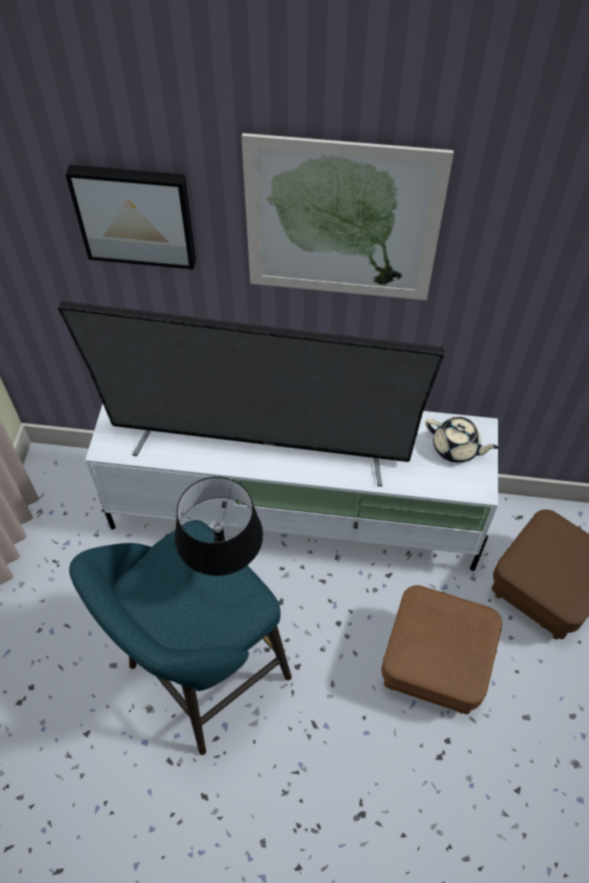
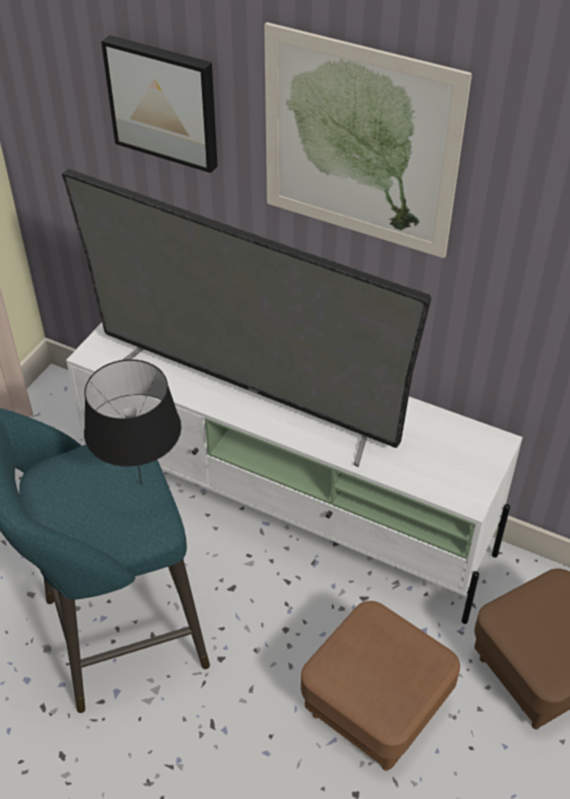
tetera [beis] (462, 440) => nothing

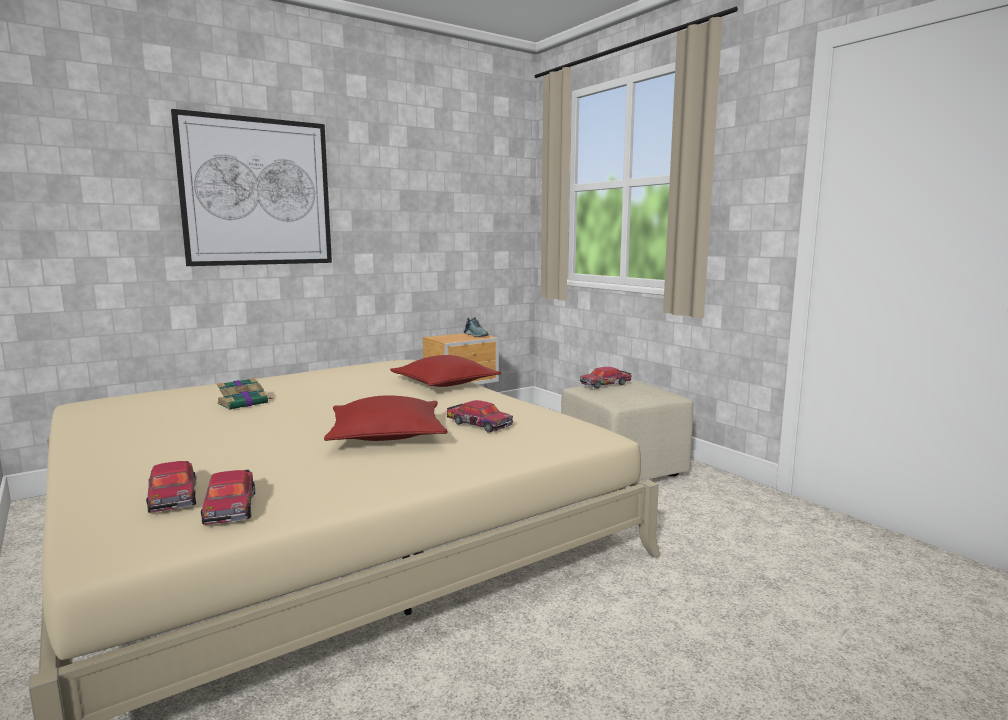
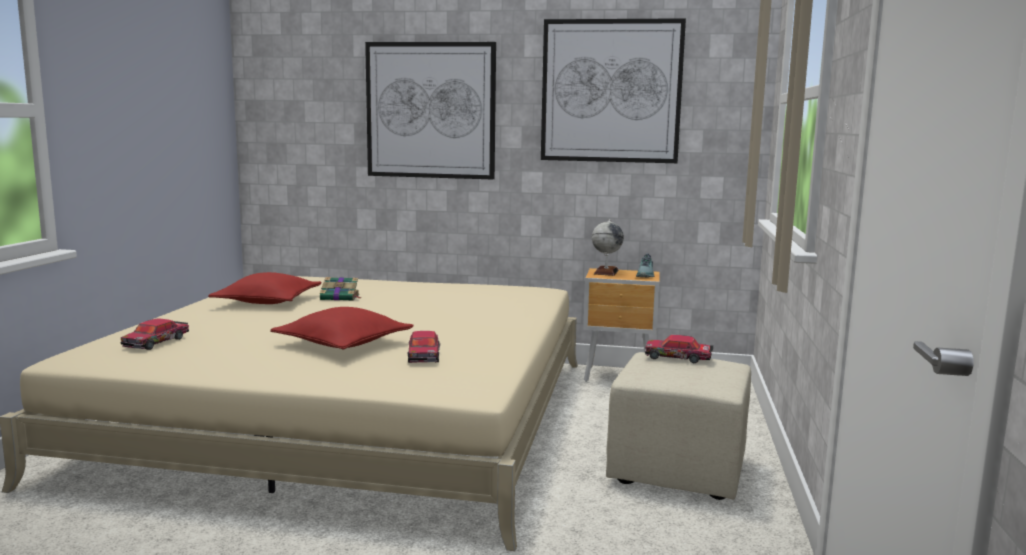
cojín [rojo] (445, 371) => cojín [rojo] (265, 288), shifted
coche de juguete (228, 497) => nothing
nothing => cuadro (613, 90)
nothing => globo terráqueo (608, 247)

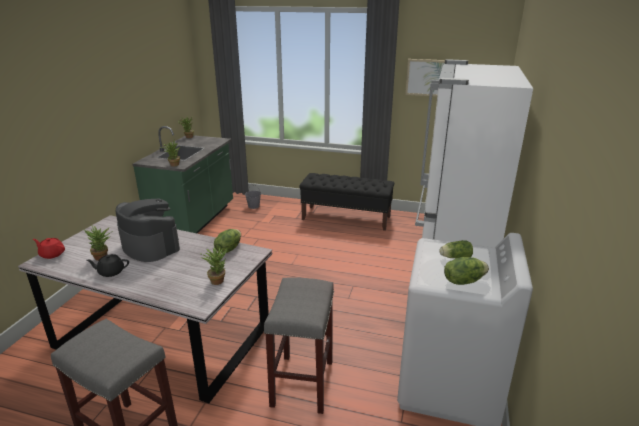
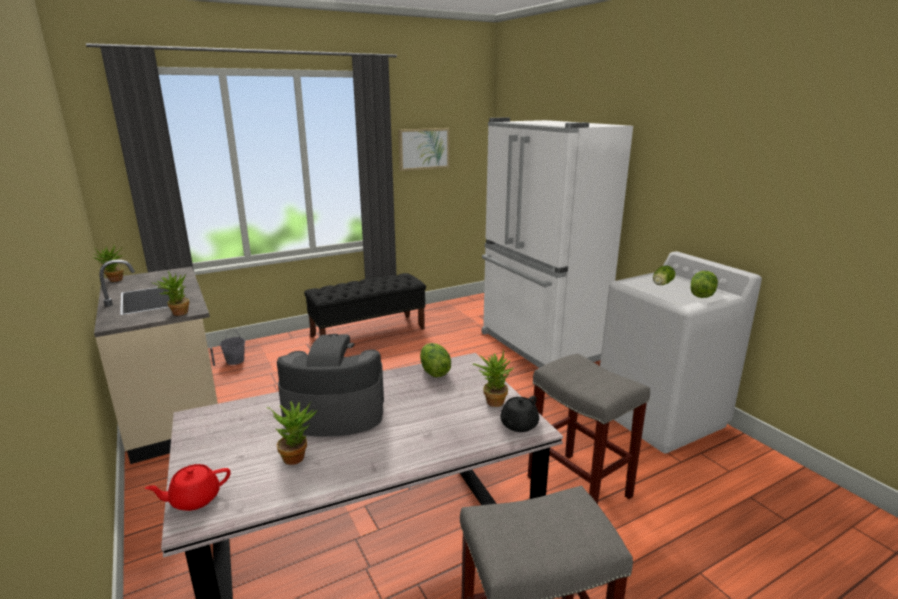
mueble bajo de cocina [verde] (182, 179) => mueble bajo de cocina [beis] (156, 362)
tetera [negro] (107, 265) => tetera [negro] (519, 414), shifted

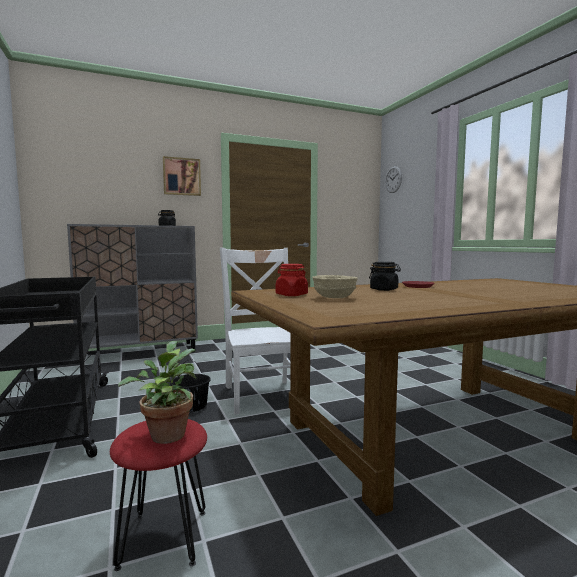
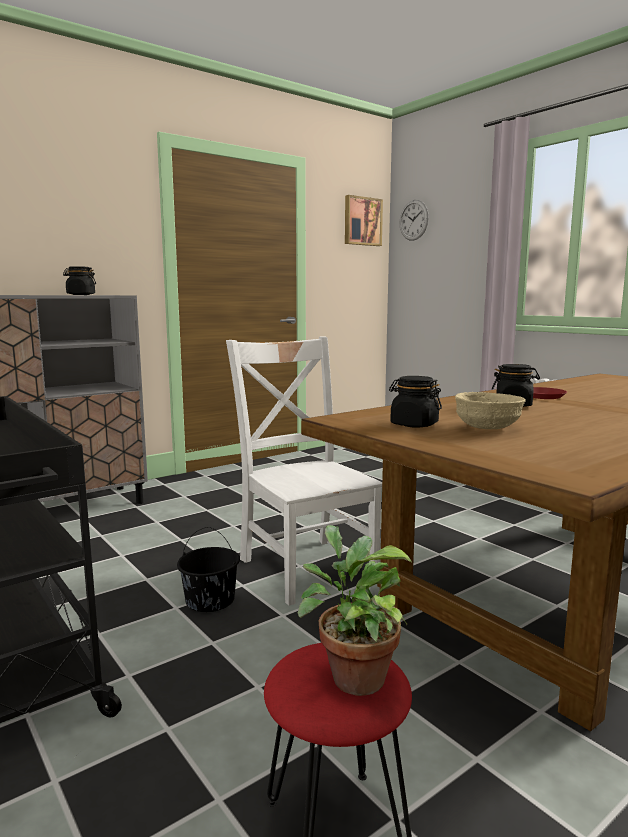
cuadro (182, 176) => cuadro (364, 220), shifted
tarro [rojo] (292, 280) => tarro [negro] (415, 402)

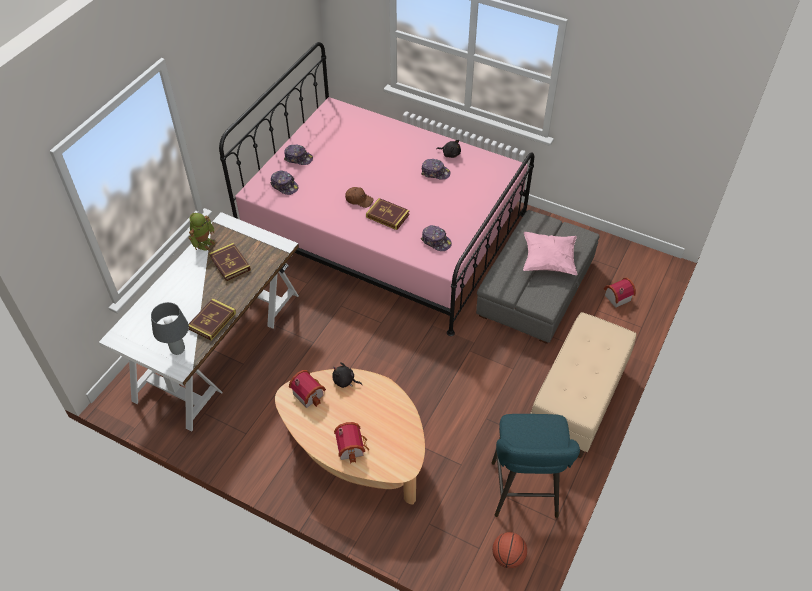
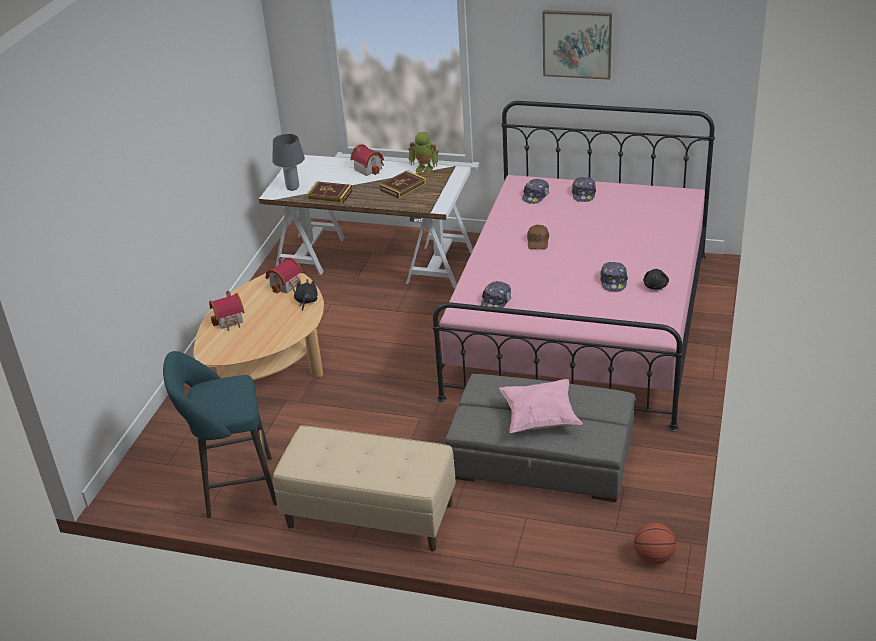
libro (388, 214) => nothing
casita (620, 293) => casita (367, 160), shifted
balón de baloncesto (509, 550) => balón de baloncesto (655, 543), shifted
nothing => cuadro (577, 45)

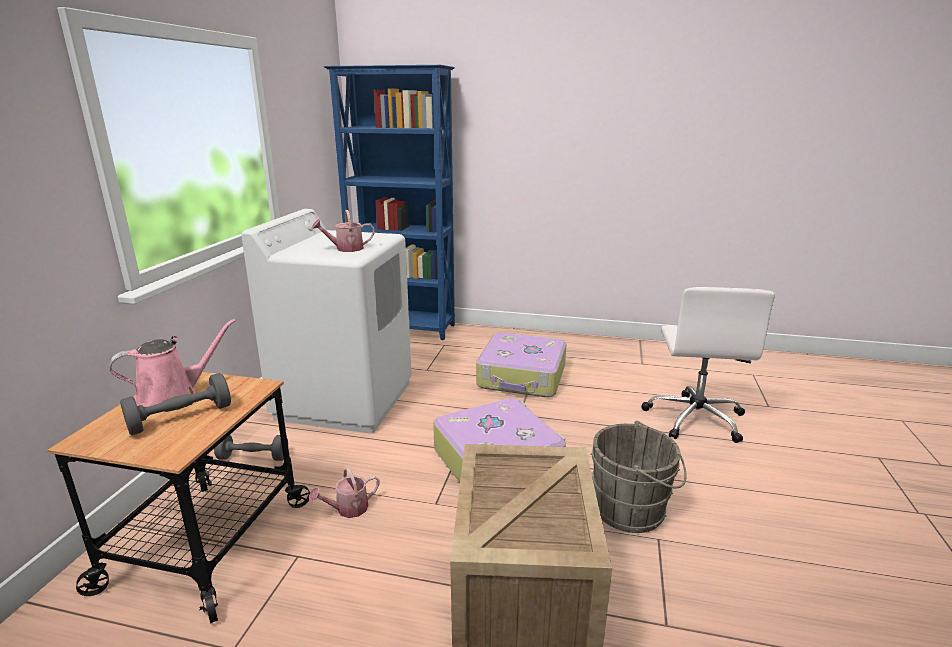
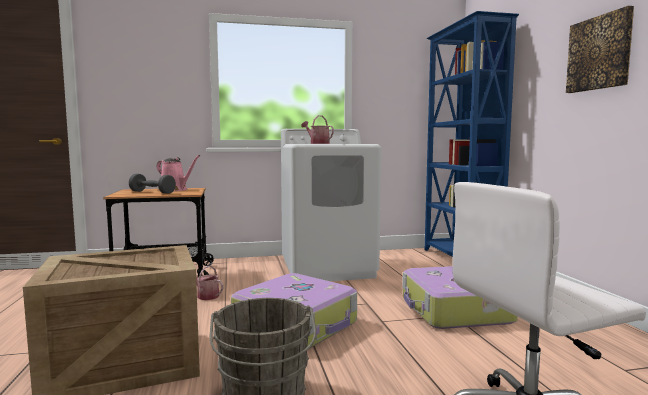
mancuerna [gris] (251, 448) => nothing
nothing => cuadro (600, 49)

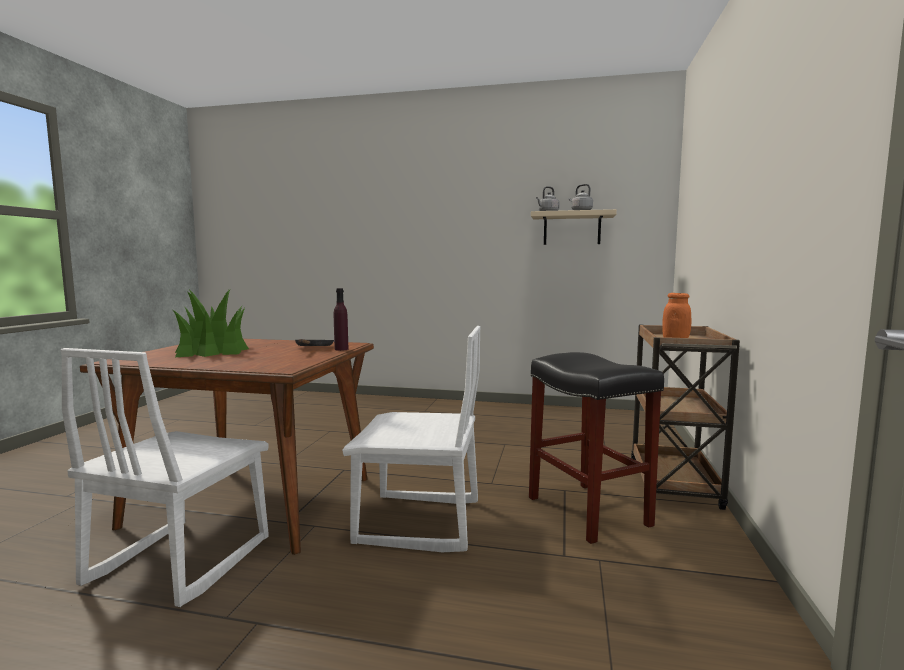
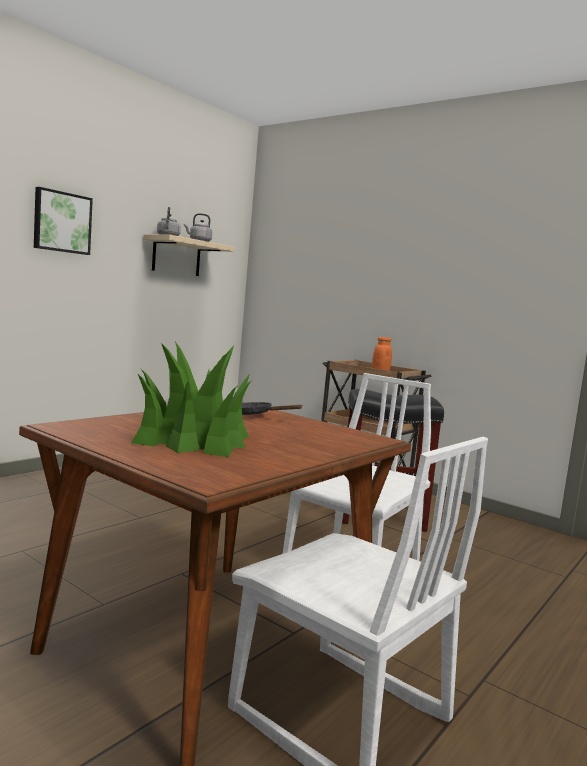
botella [morado] (341, 319) => nothing
nothing => cuadro (63, 221)

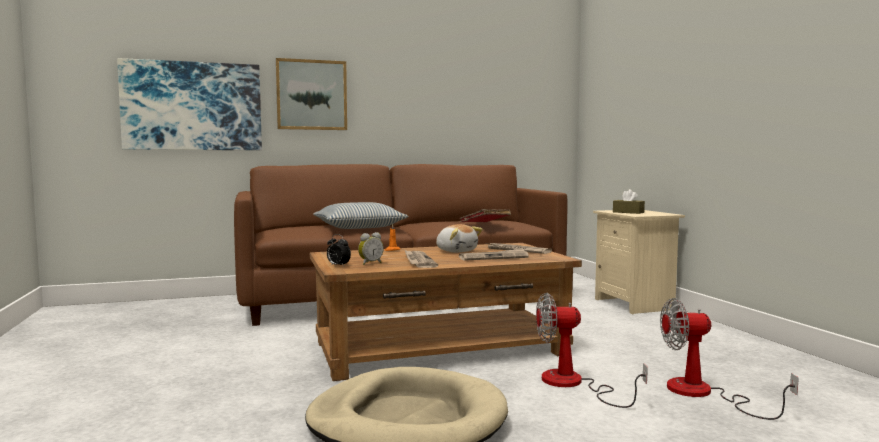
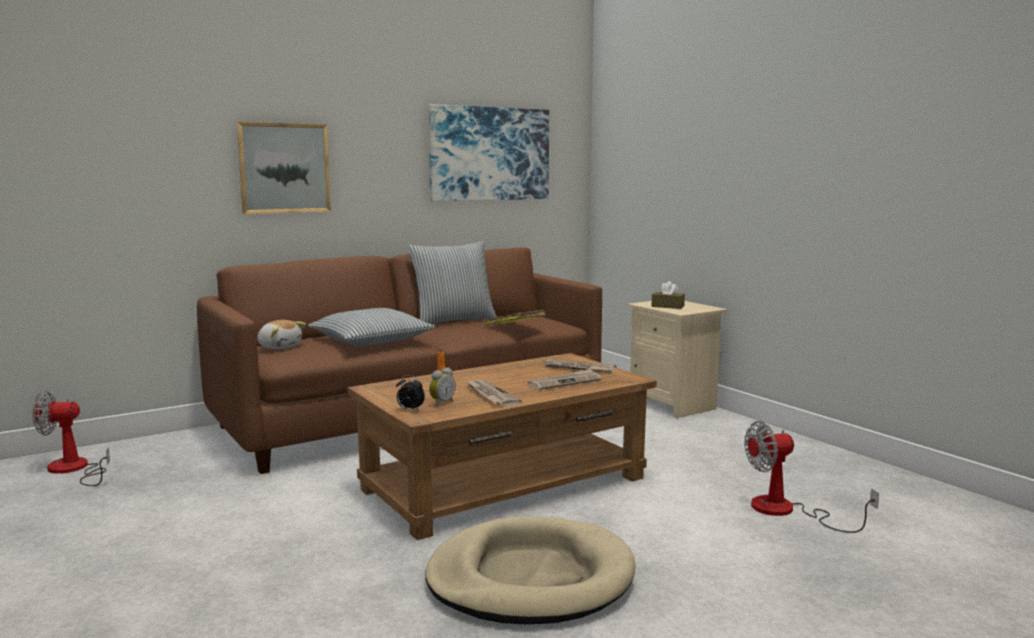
cuadro (189, 104) => cuadro (488, 152), shifted
libro [rojo] (485, 215) => libro [amarillo] (515, 317)
peluche (459, 238) => peluche (281, 335), shifted
ventilador (592, 350) => ventilador (71, 438), shifted
nothing => cojín (452, 282)

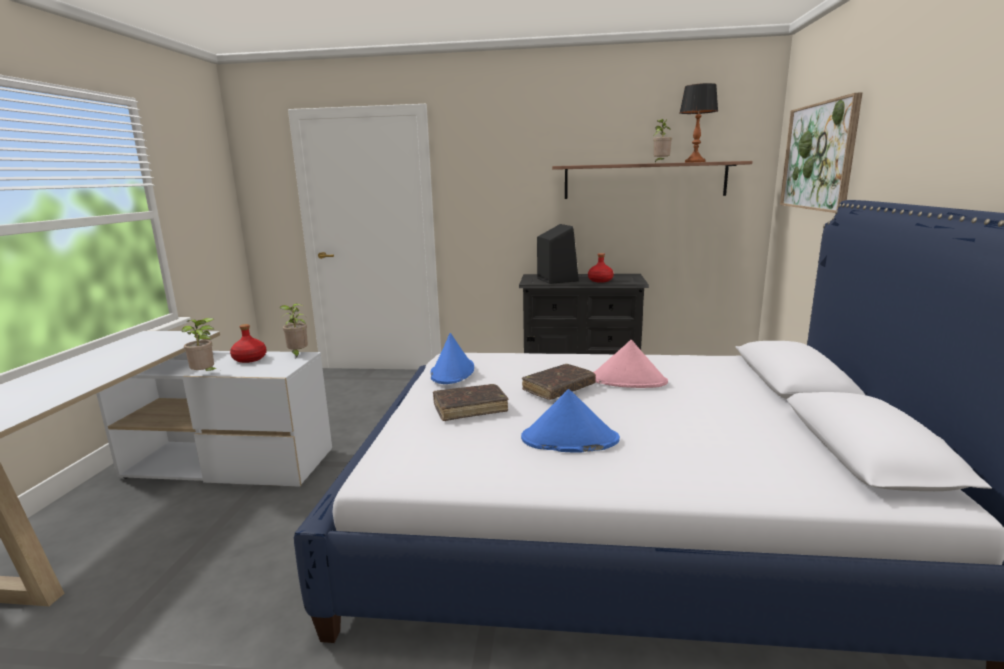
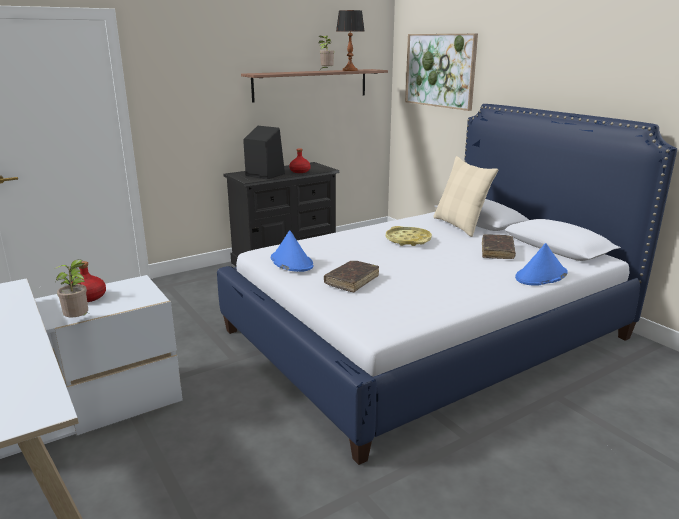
planta en maceta (293, 331) => nothing
sombrero [rosa] (630, 364) => bandeja [amarillo] (409, 236)
libro [marrón] (559, 382) => libro [marrón] (499, 246), shifted
sombrero [azul] (570, 421) => sombrero [azul] (541, 264), shifted
nothing => cojín [beis] (465, 196)

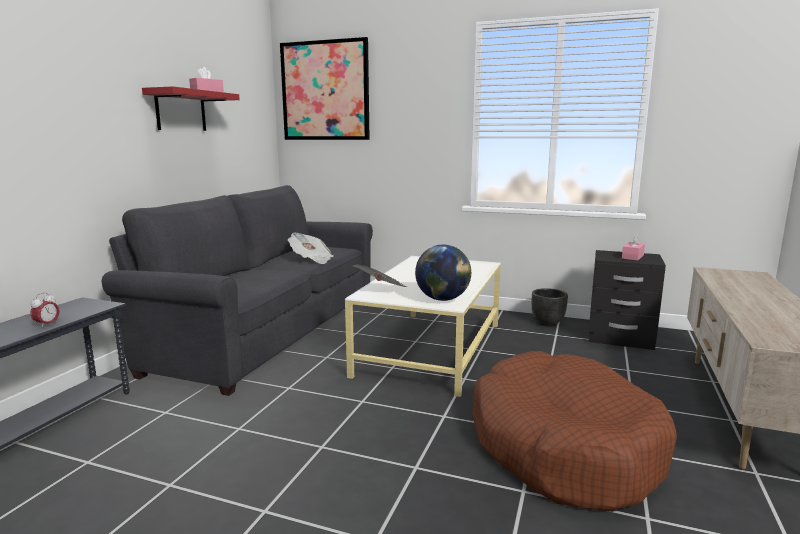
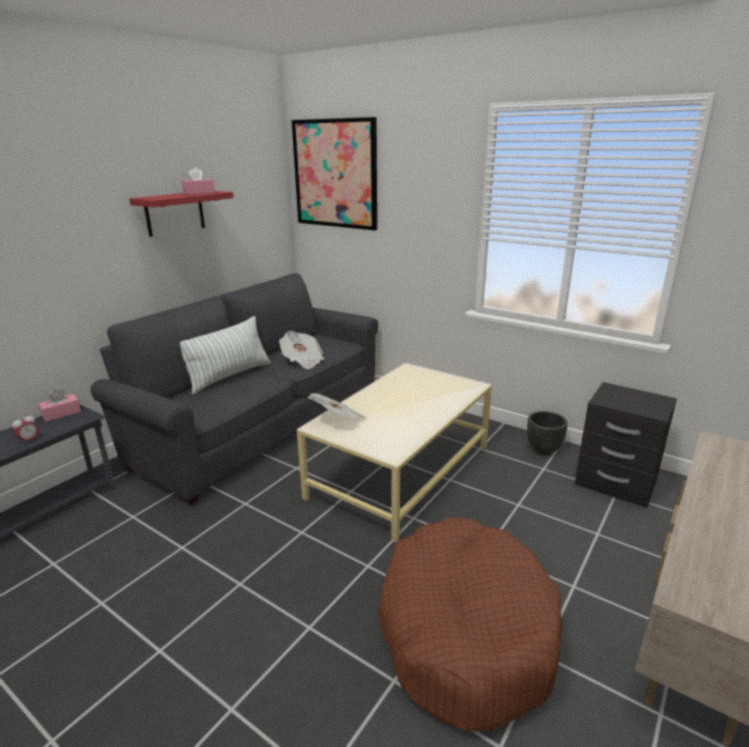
caja de pañuelos [rosa] (633, 247) => caja de pañuelos [rosa] (59, 405), shifted
globo terráqueo (443, 272) => nothing
nothing => cojín (225, 355)

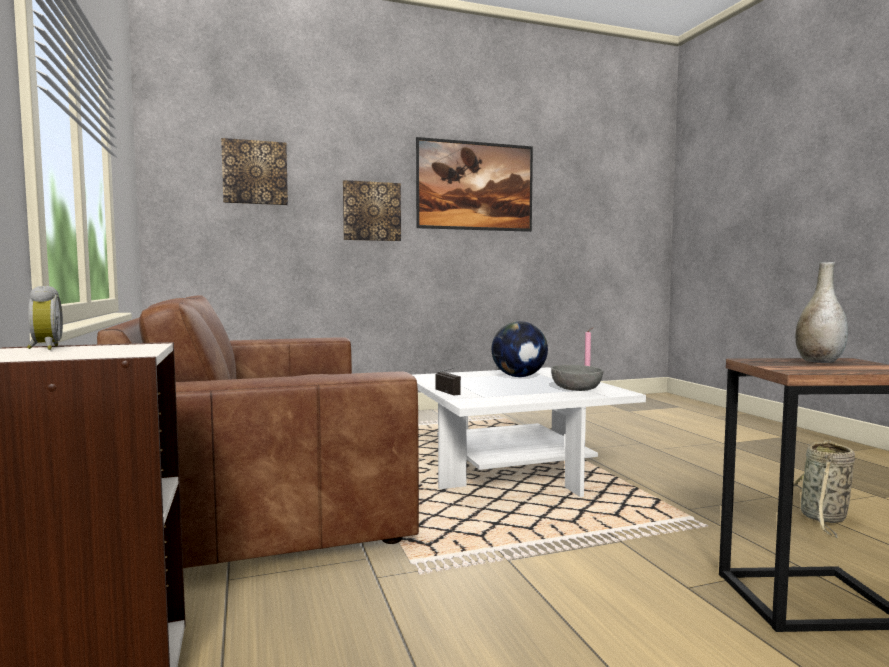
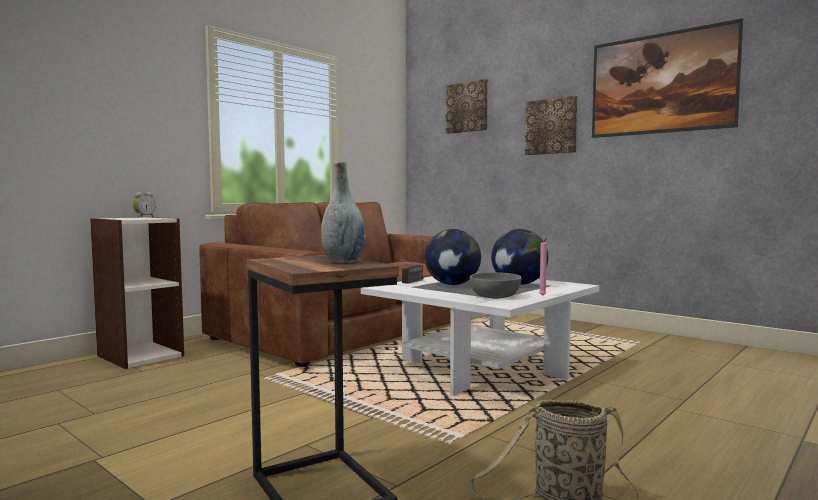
nothing => globo terráqueo (453, 257)

